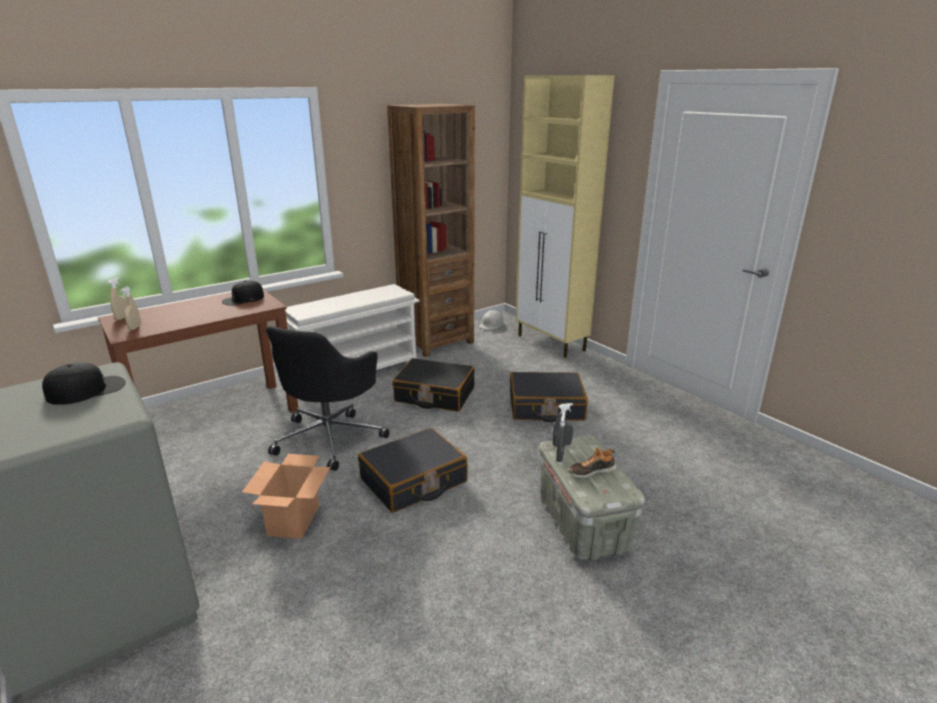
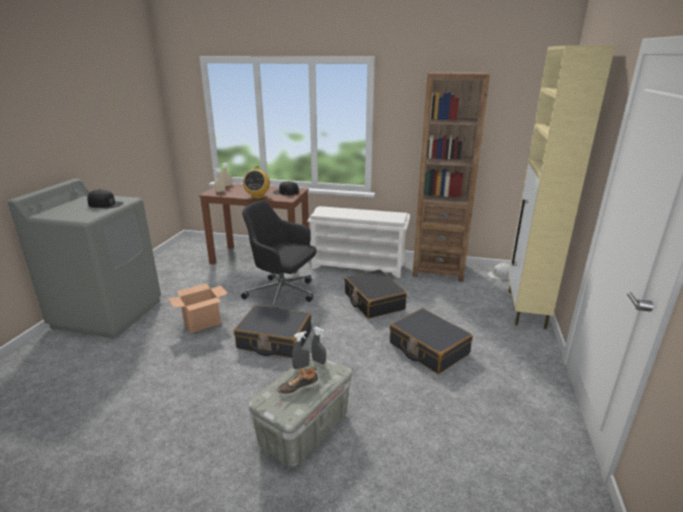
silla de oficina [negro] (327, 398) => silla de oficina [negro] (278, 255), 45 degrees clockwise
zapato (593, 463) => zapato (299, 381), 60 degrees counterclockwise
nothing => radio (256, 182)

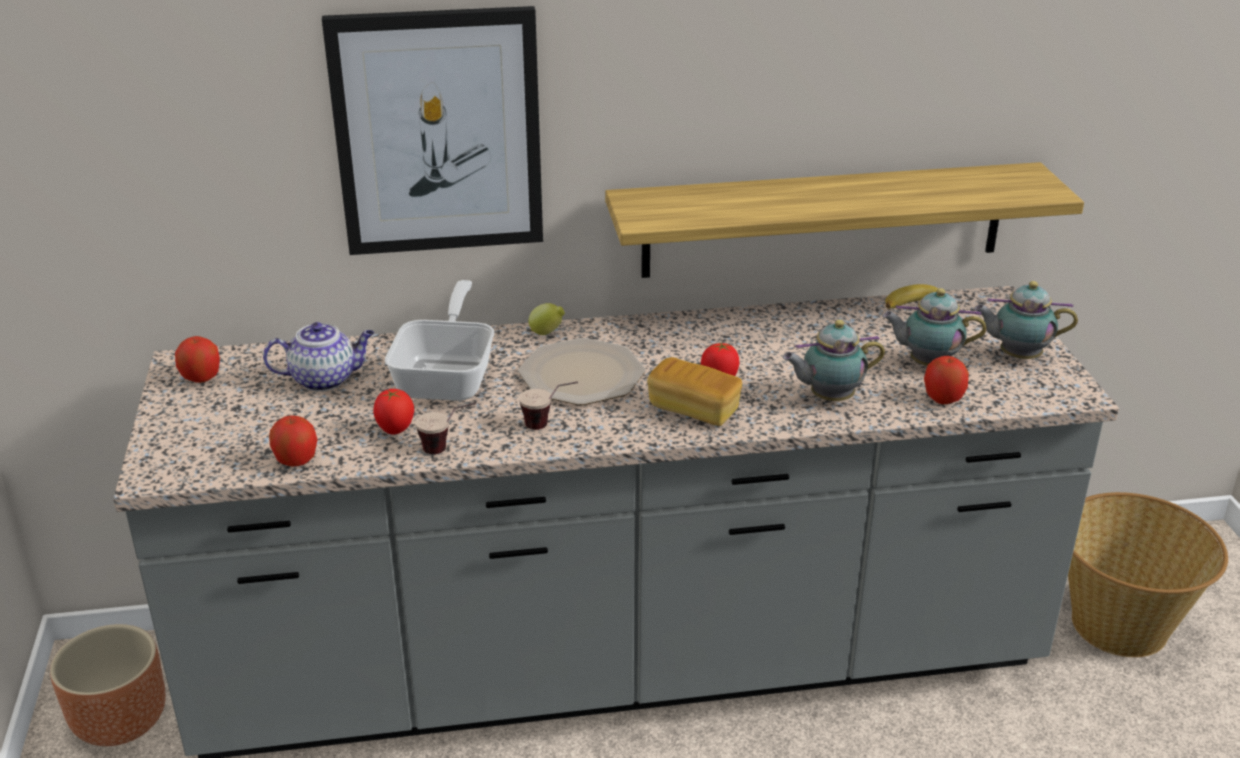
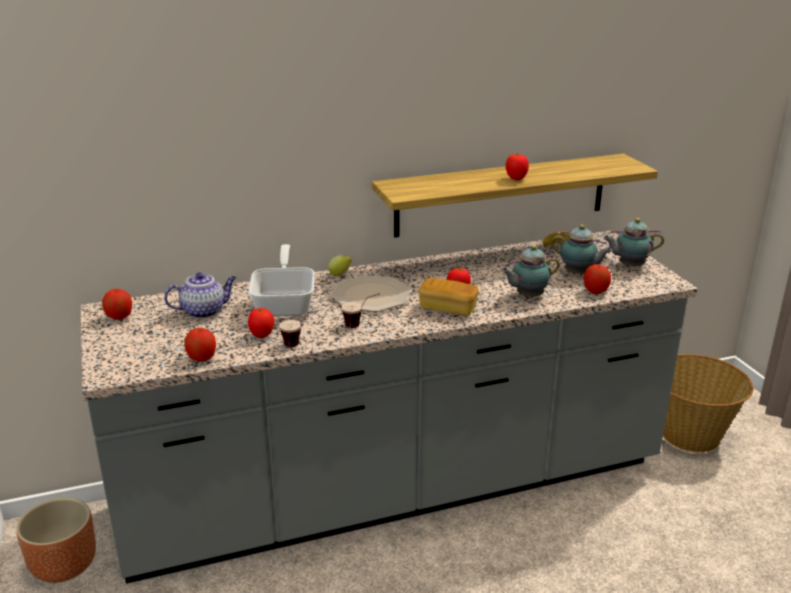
cuadro (432, 130) => nothing
tetera (934, 327) => tetera (582, 249), 150 degrees counterclockwise
nothing => tomate (517, 167)

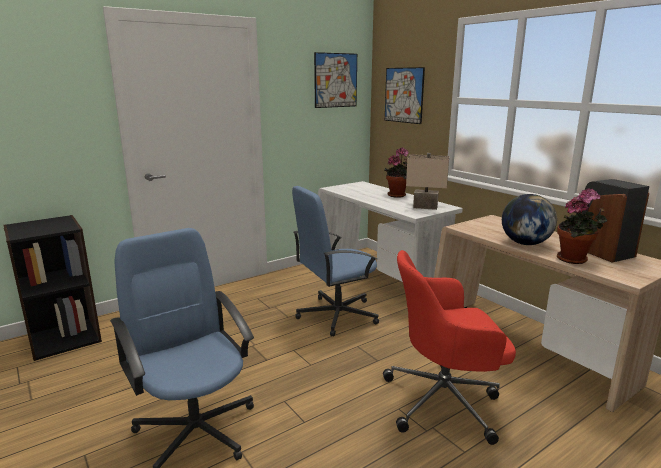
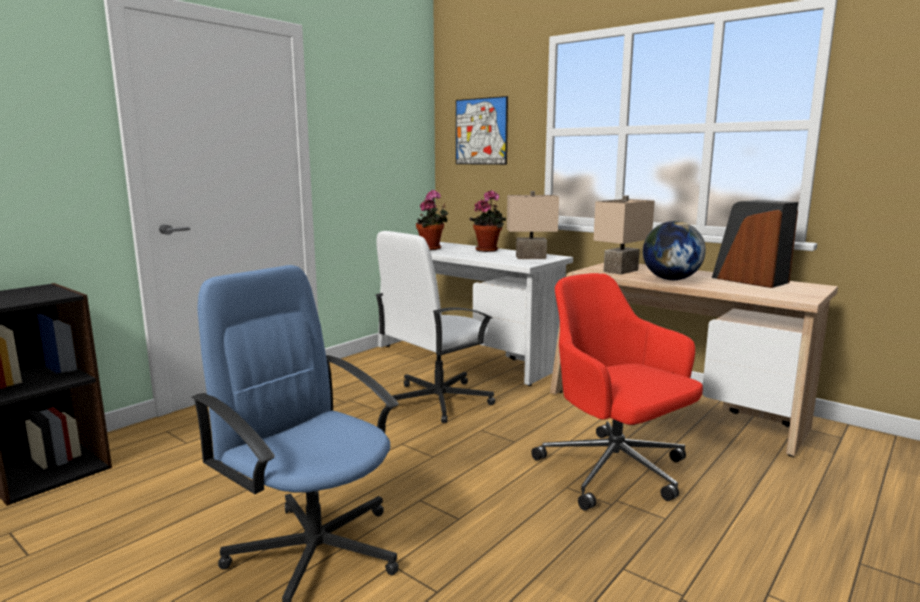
cuadro (335, 80) => nothing
silla de oficina [azul] (335, 261) => silla de oficina [blanco] (435, 327)
planta en maceta (582, 226) => planta en maceta (432, 220), shifted
silla de oficina [rojo] (449, 347) => silla de oficina [rojo] (617, 392), 75 degrees clockwise
nothing => lámpara de mesa [beis] (624, 235)

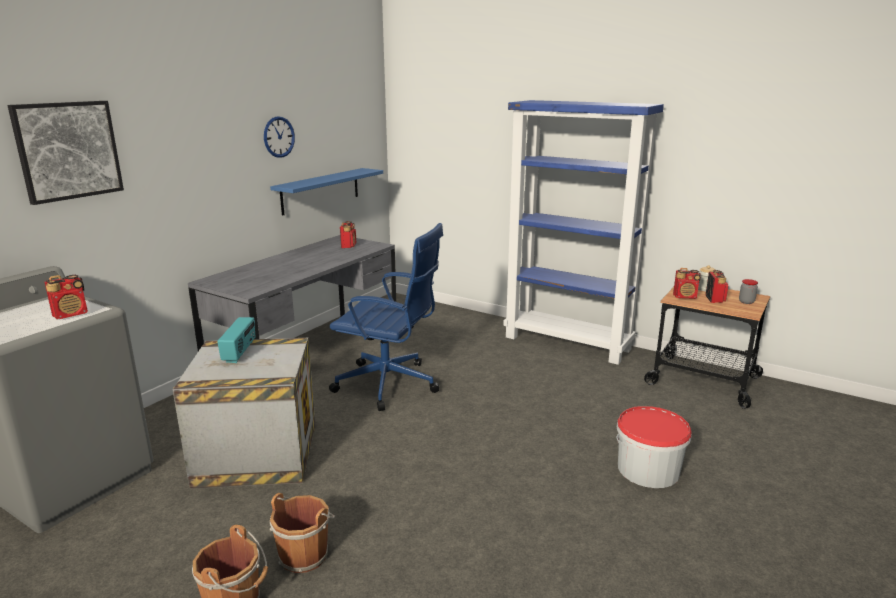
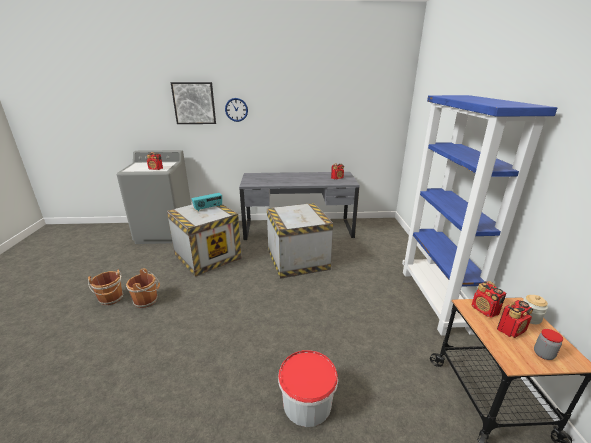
reloj de pared (279, 137) => reloj de pared (236, 110), shifted
estante [azul] (326, 192) => nothing
silla de oficina [azul] (386, 317) => caja de embalaje (300, 241)

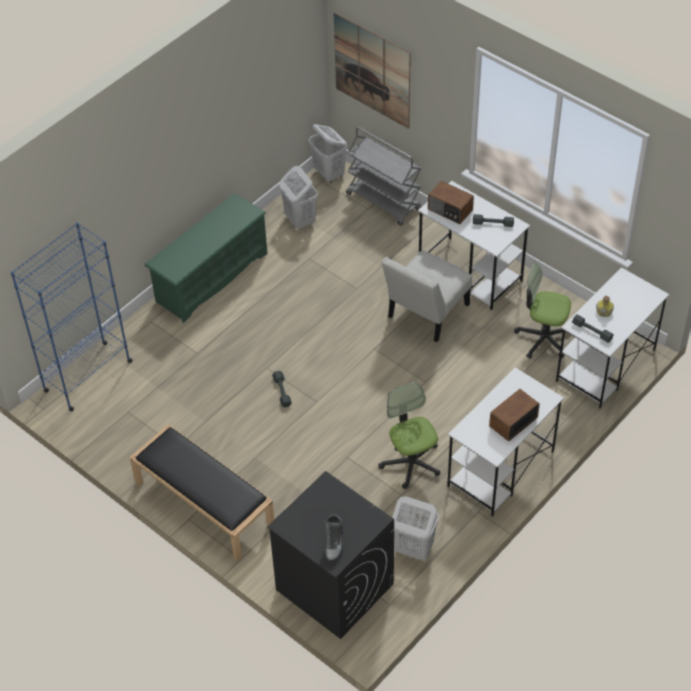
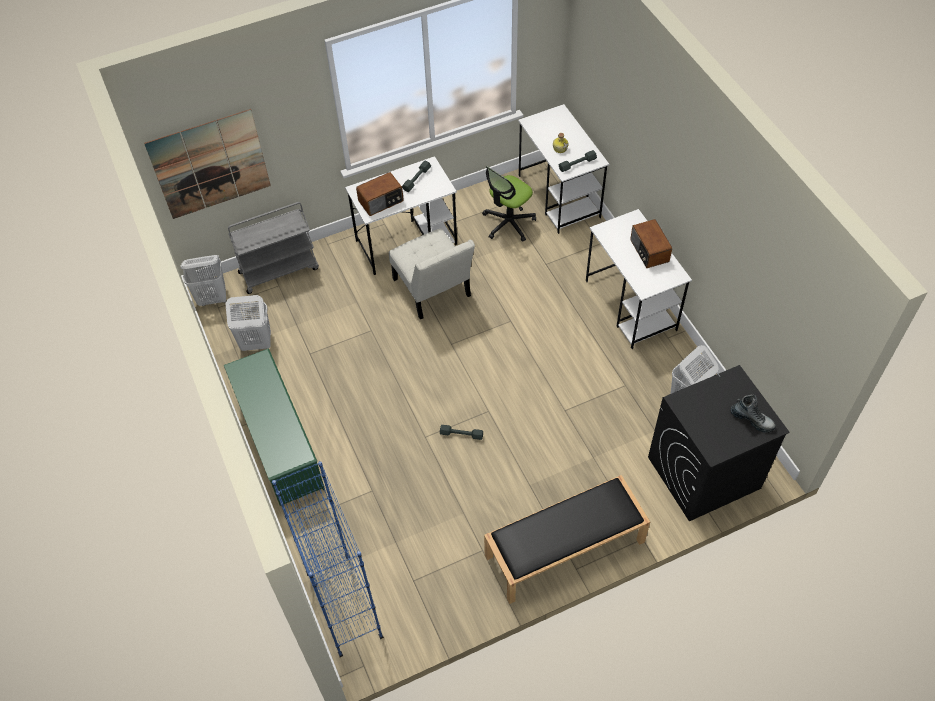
silla de oficina (409, 435) => nothing

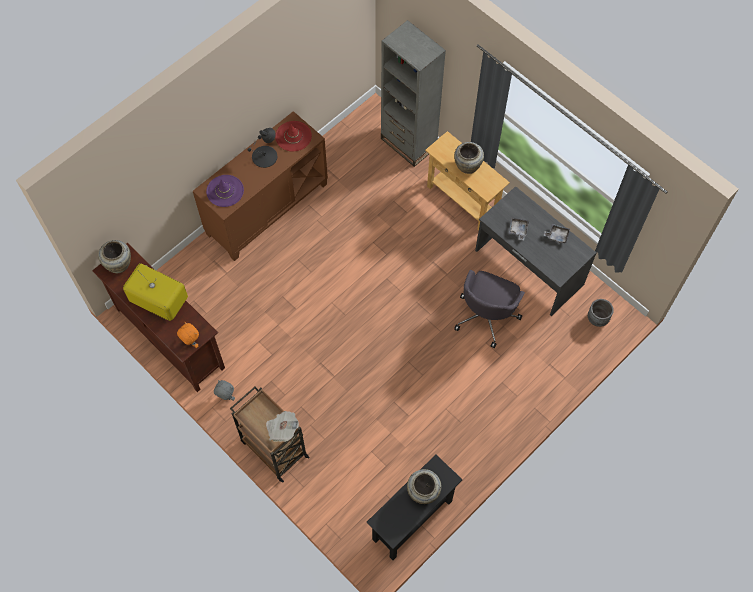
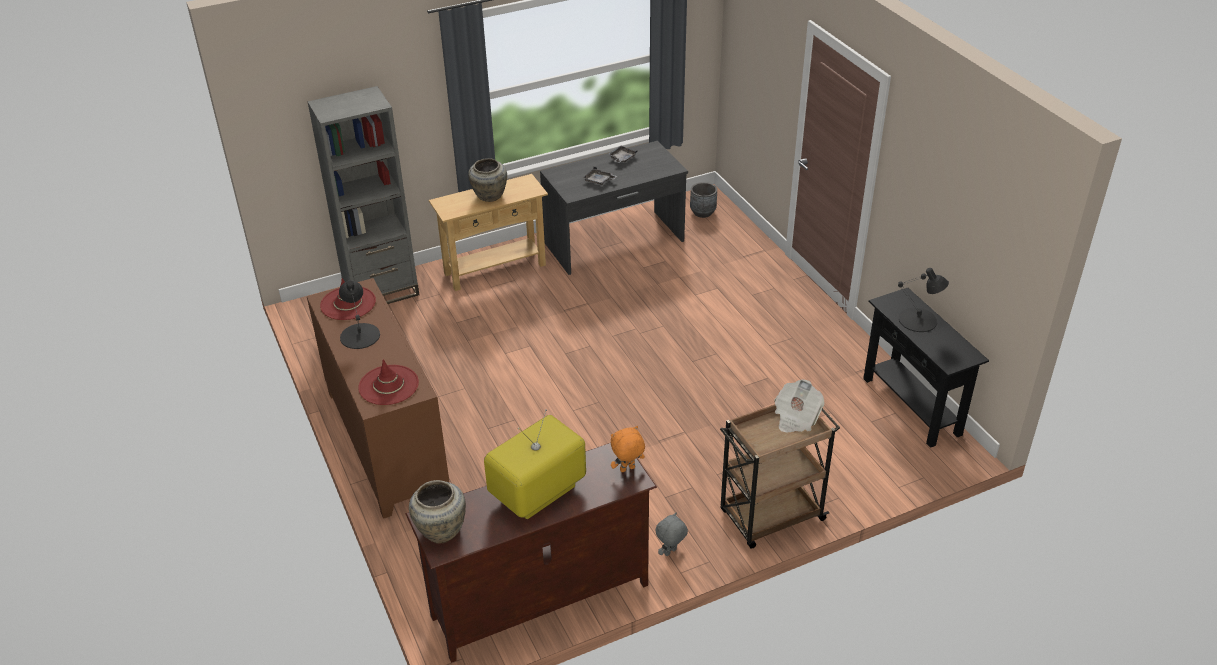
sombrero [morado] (225, 191) => sombrero [rojo] (388, 382)
silla de oficina [gris] (489, 309) => nothing
florero [beis] (424, 486) => lámpara de mesa [negro] (923, 300)

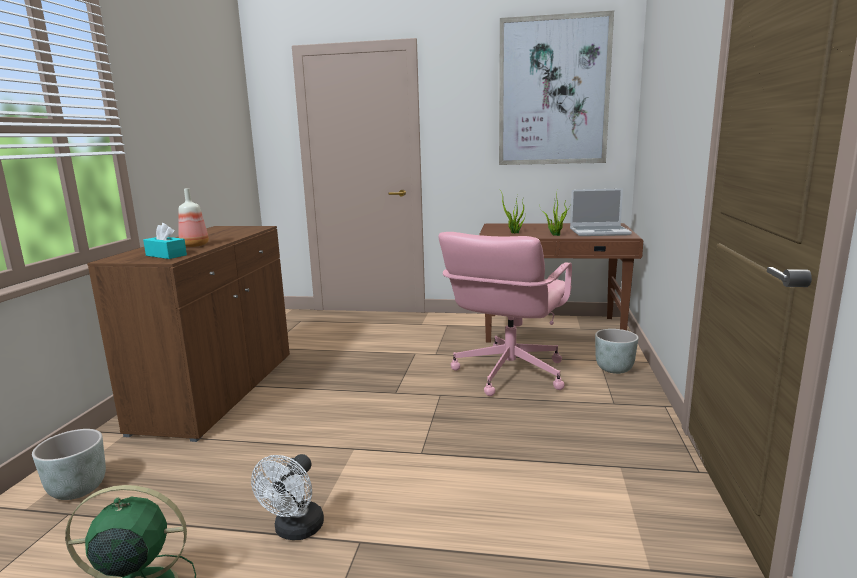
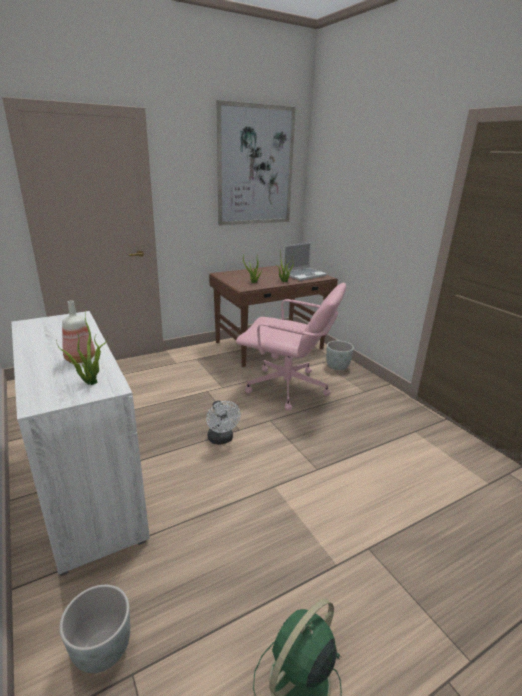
caja de pañuelos [turquesa] (165, 241) => planta en maceta (82, 346)
armario [marrón] (188, 334) => armario [blanco] (80, 443)
silla de oficina [rosa] (505, 314) => silla de oficina [rosa] (291, 346), 60 degrees counterclockwise
ventilador [blanco] (287, 497) => ventilador [blanco] (223, 422), shifted

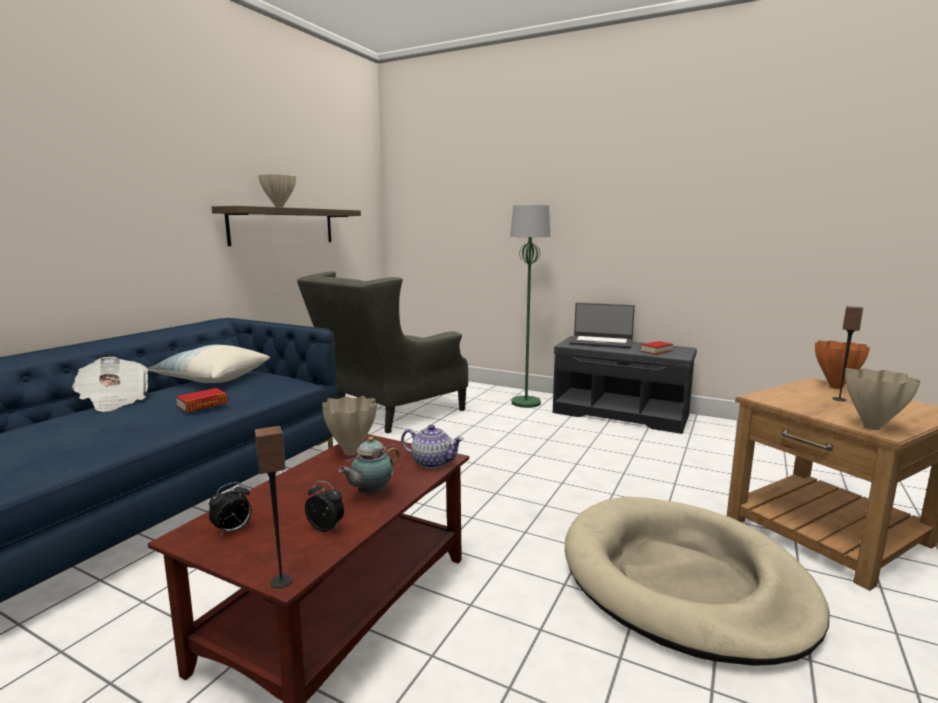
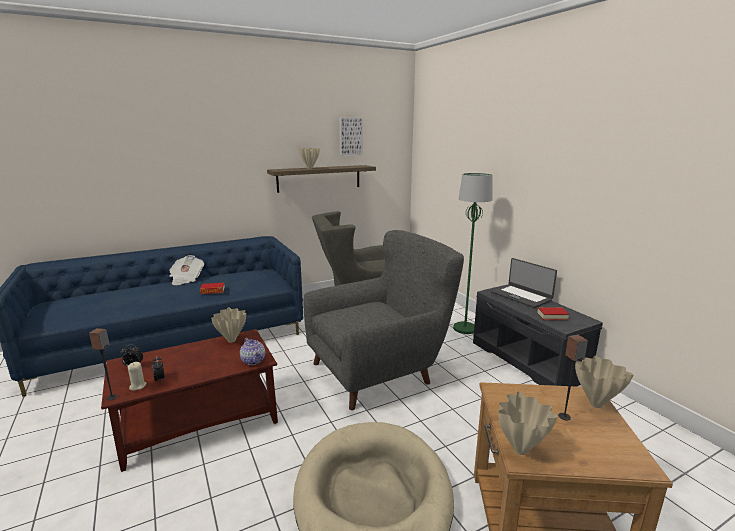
florero [naranja] (842, 364) => florero [beis] (604, 382)
cojín (208, 364) => nothing
tetera (369, 466) => nothing
nothing => cuadro (350, 136)
nothing => sillón [gris] (383, 320)
nothing => vela [beis] (137, 376)

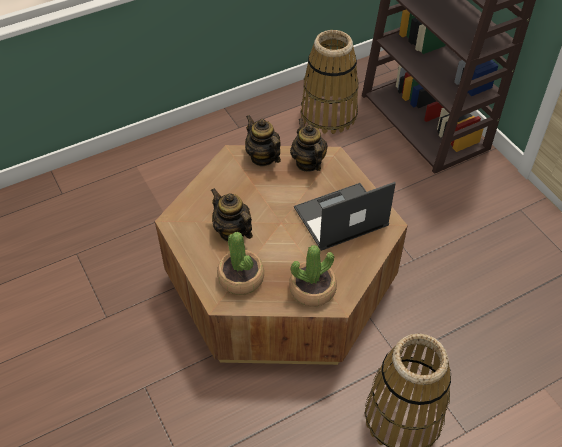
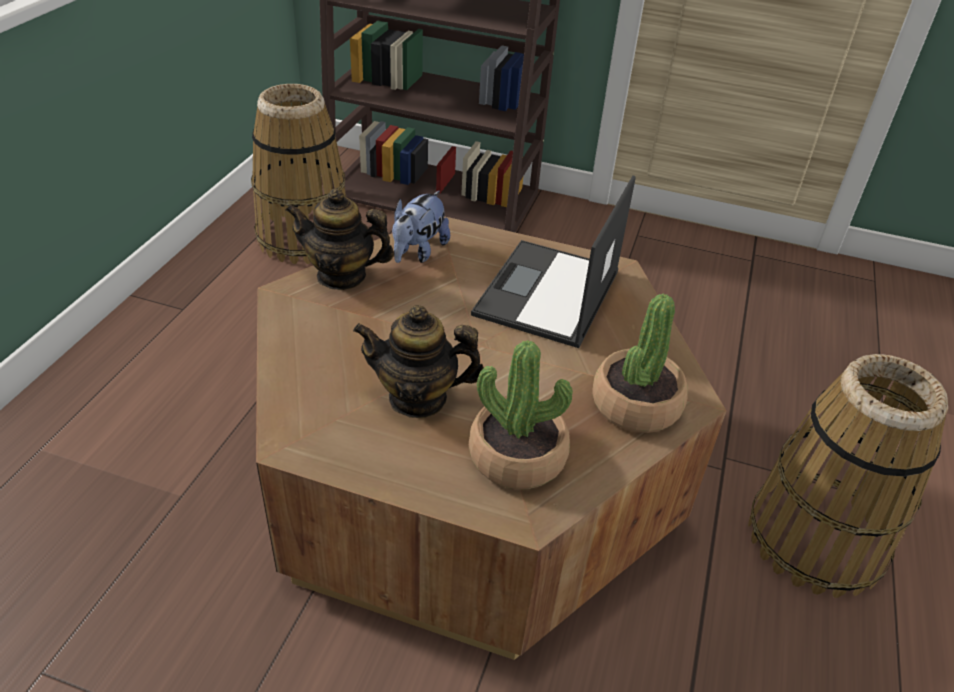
tetera (309, 145) => peluche (421, 227)

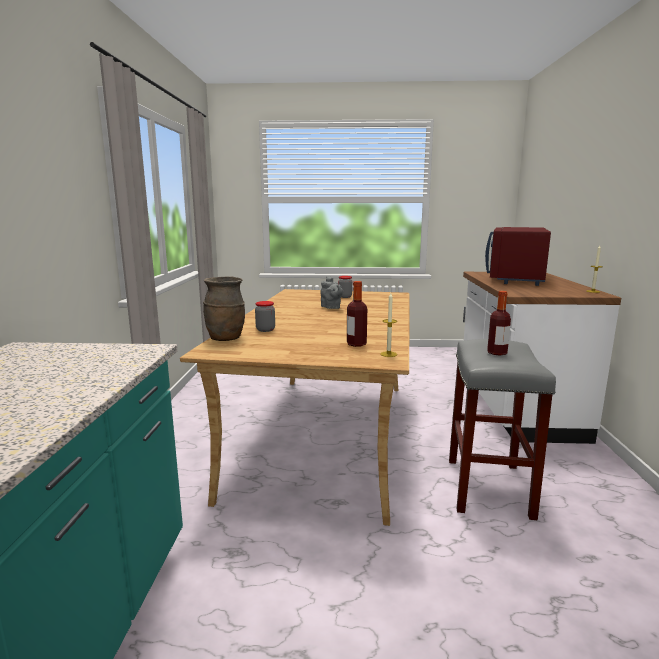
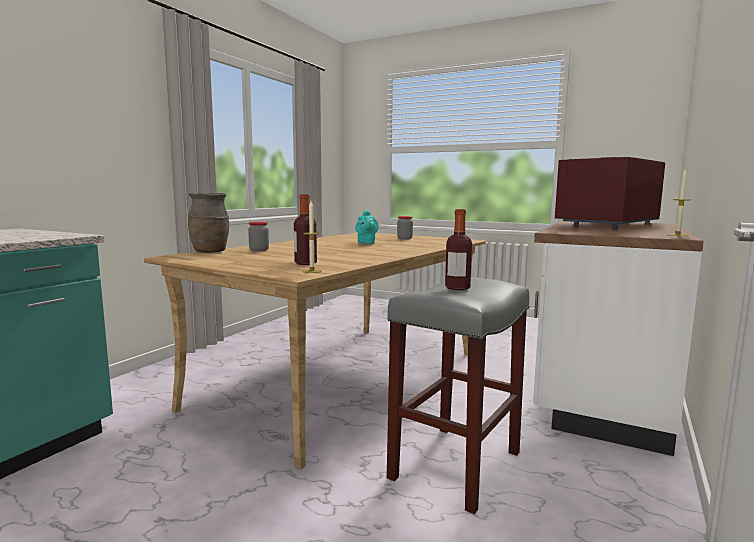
tetera [gris] (331, 292) => tetera [turquesa] (367, 227)

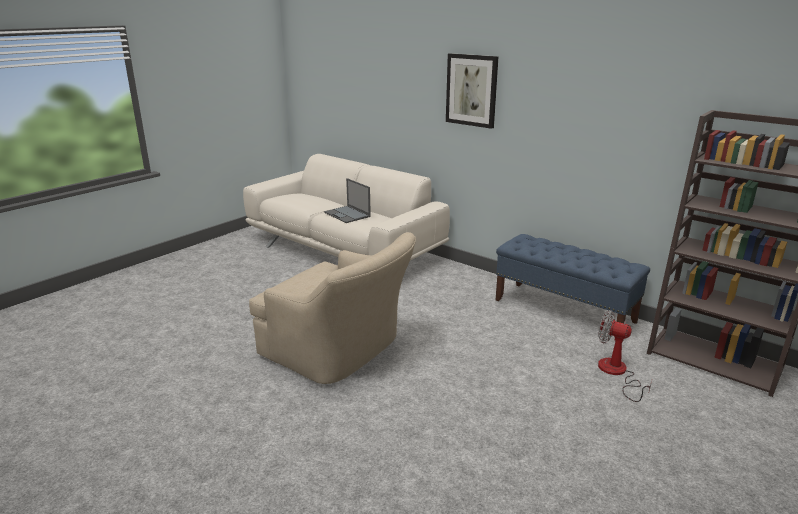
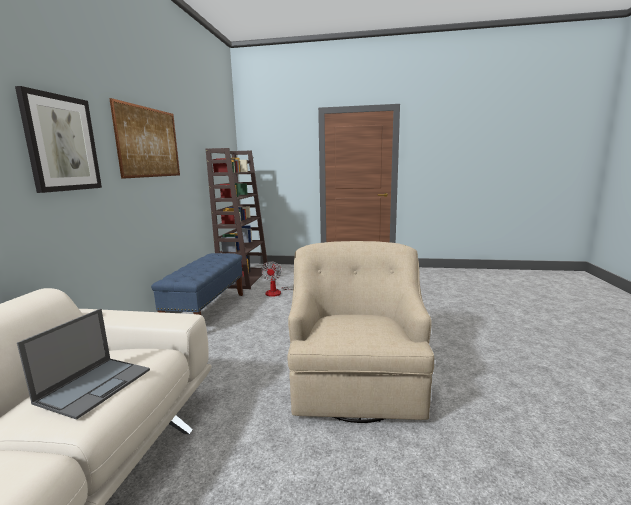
nothing => cuadro (144, 138)

